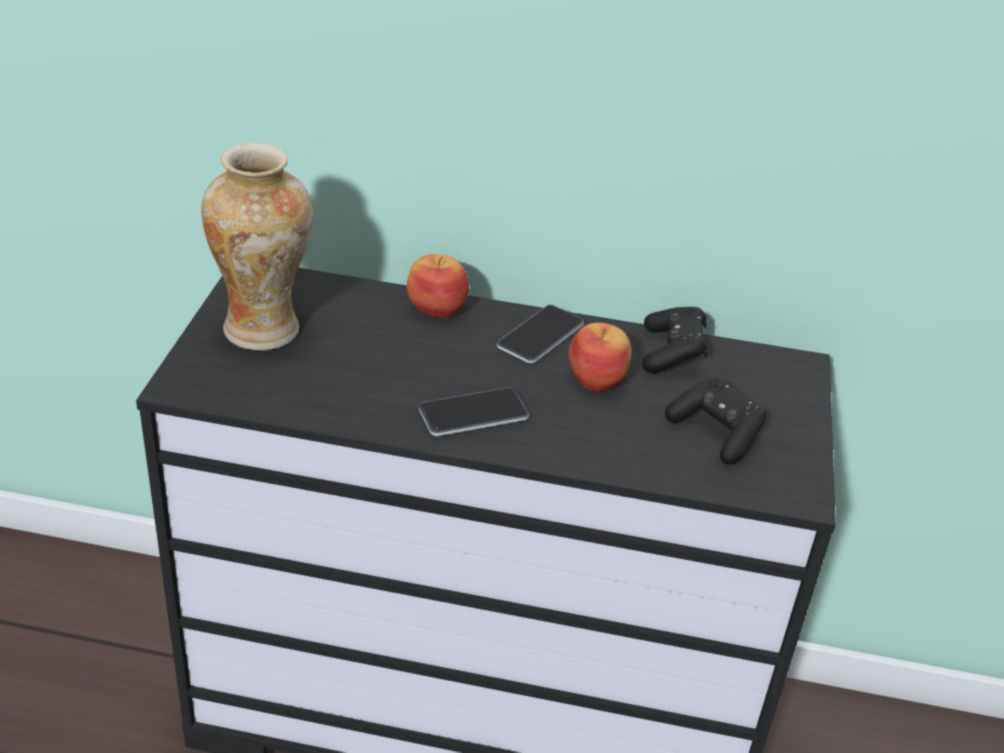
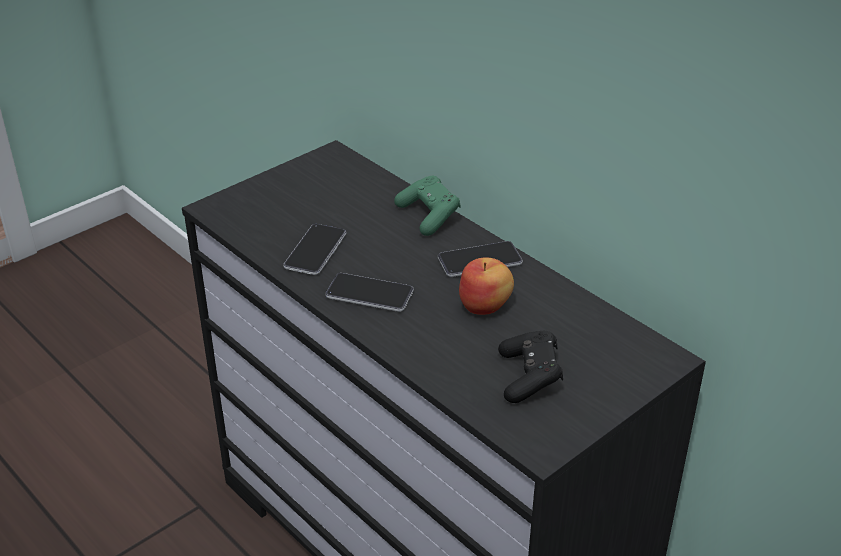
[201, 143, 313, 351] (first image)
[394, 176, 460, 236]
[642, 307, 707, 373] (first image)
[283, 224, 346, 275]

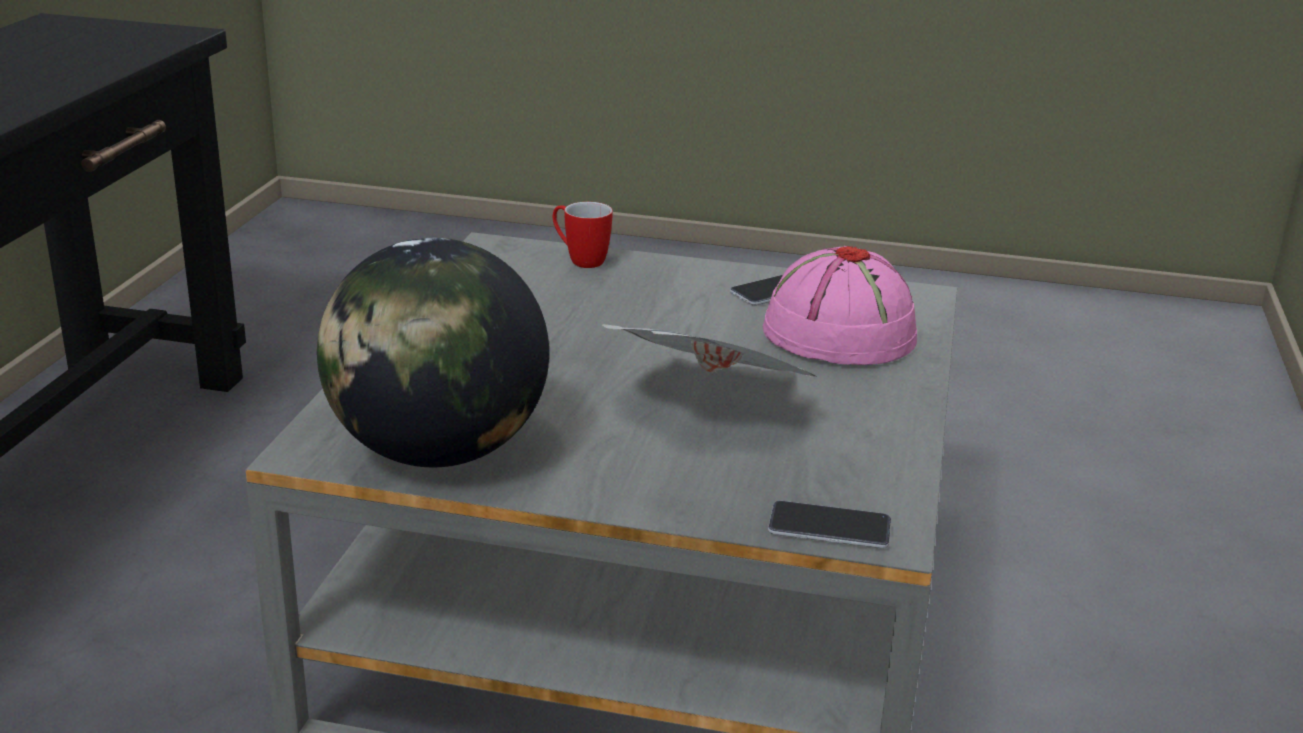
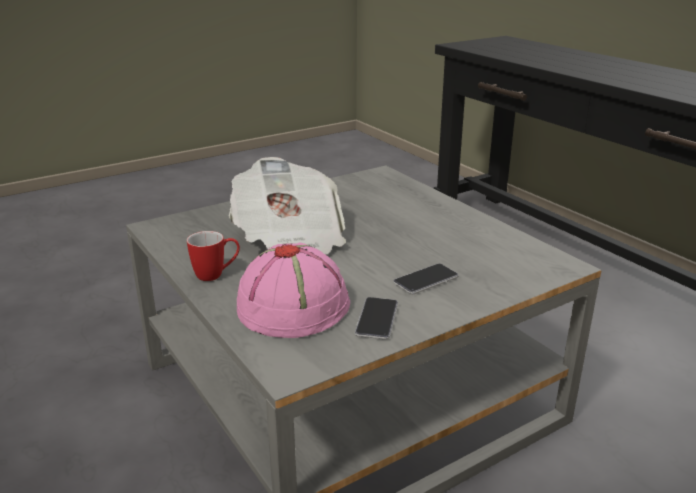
[317, 238, 549, 468] (first image)
[187, 231, 240, 281]
[393, 264, 458, 294]

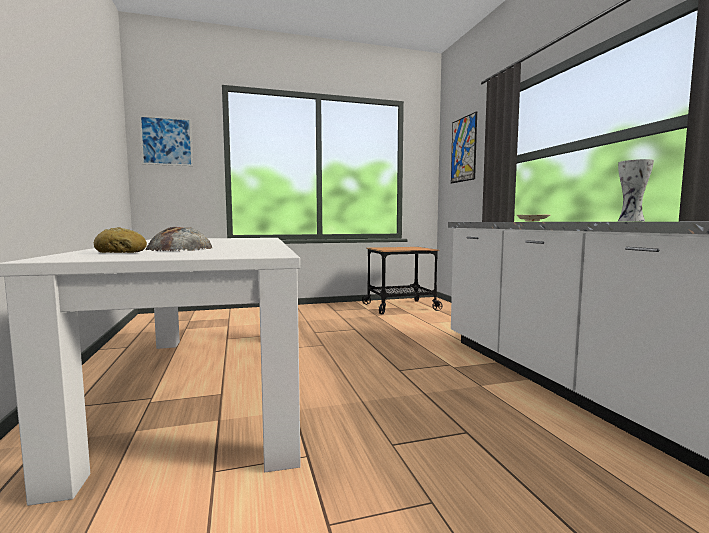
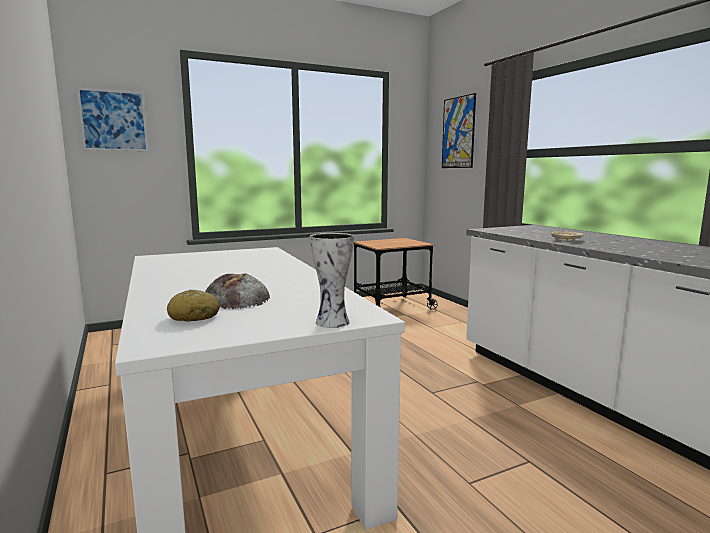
[310, 233, 354, 328]

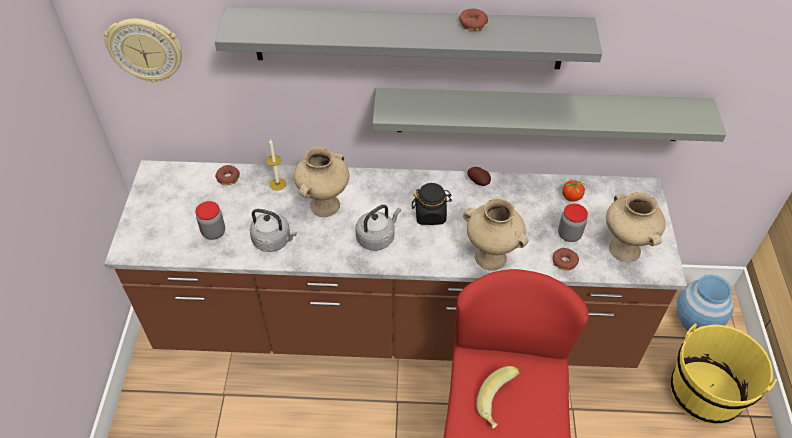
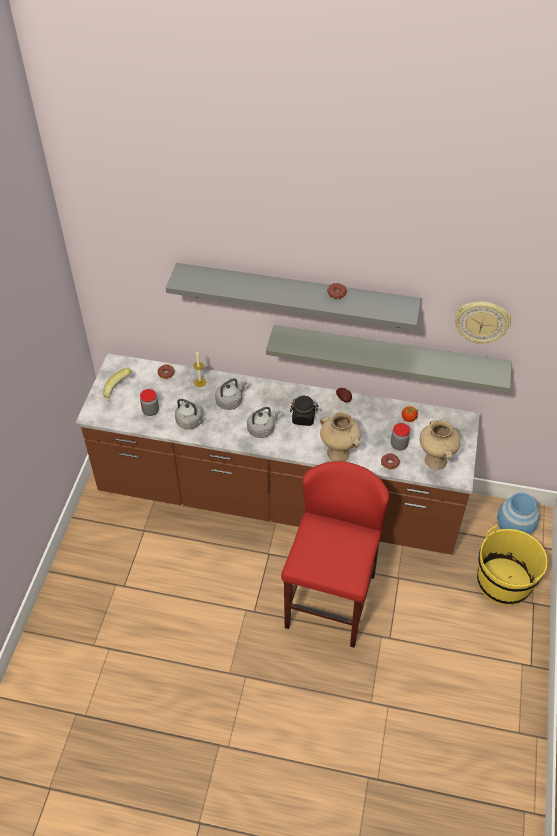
[455, 302, 511, 344]
[215, 378, 247, 410]
[103, 368, 132, 401]

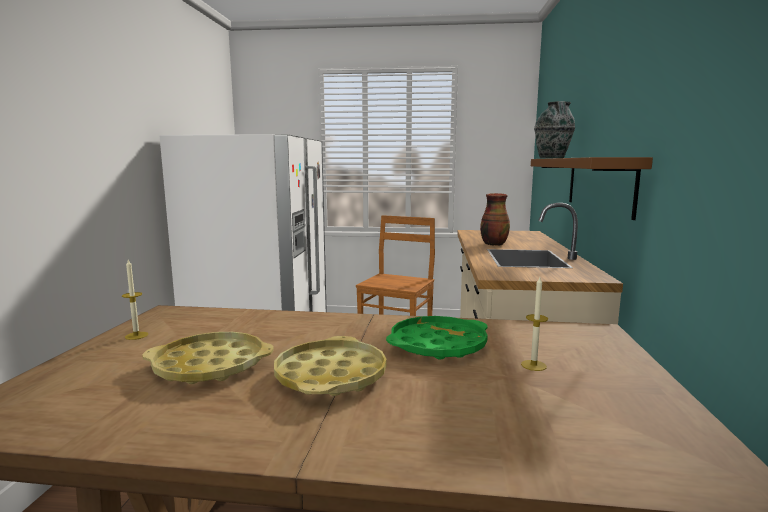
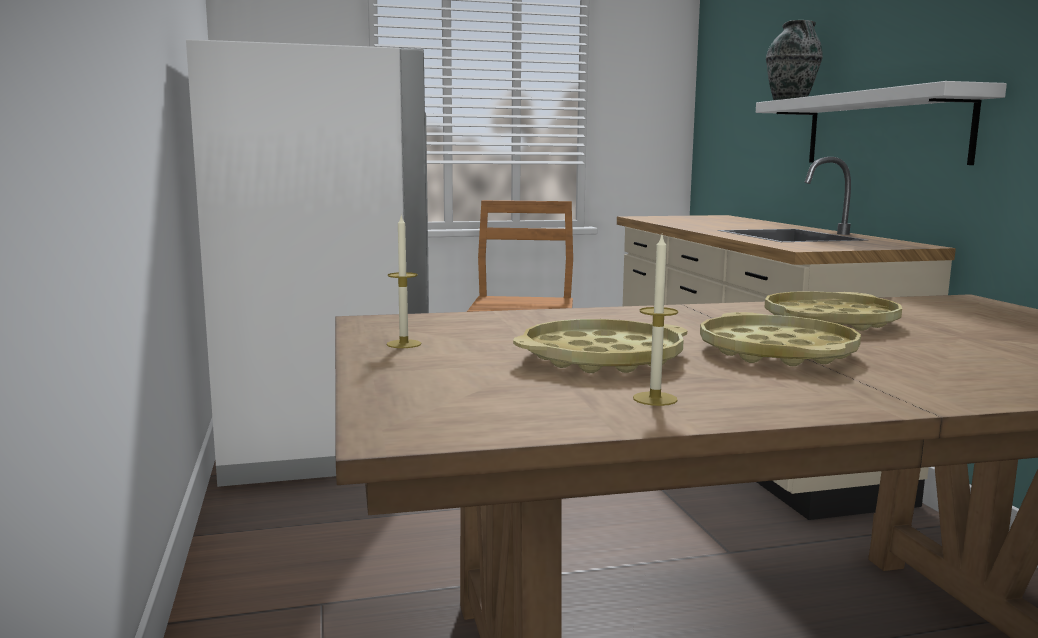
[765, 291, 902, 331]
[480, 193, 510, 246] (first image)
[633, 235, 678, 406]
[756, 81, 1007, 165]

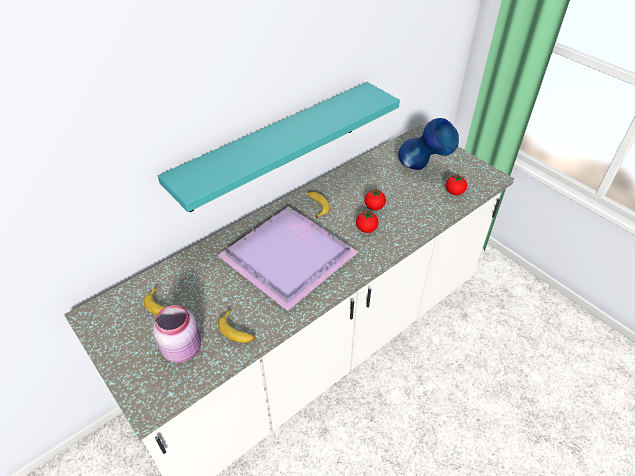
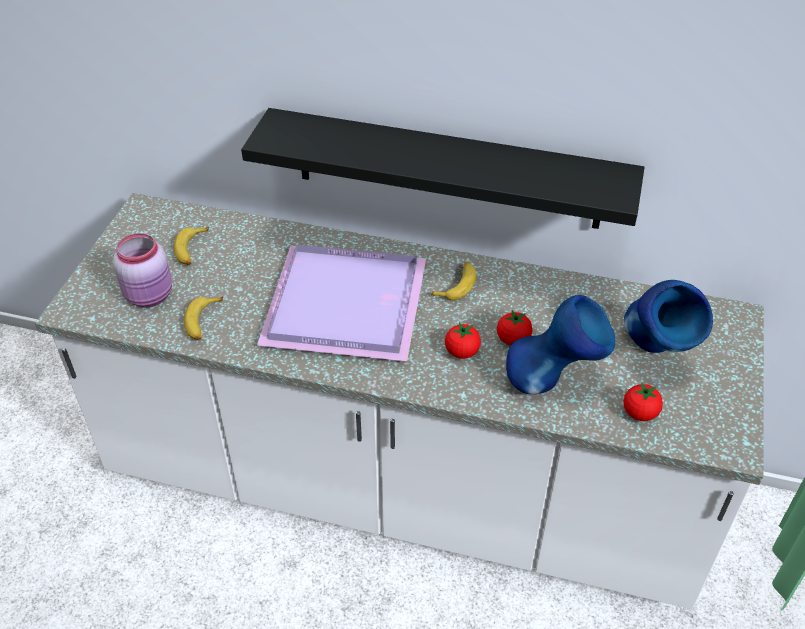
[241, 108, 645, 229]
[506, 295, 616, 394]

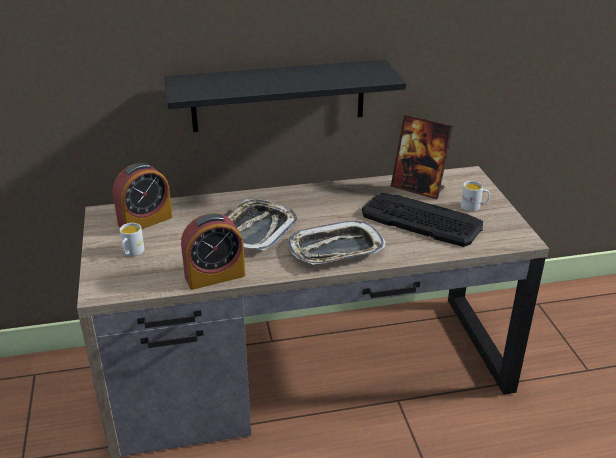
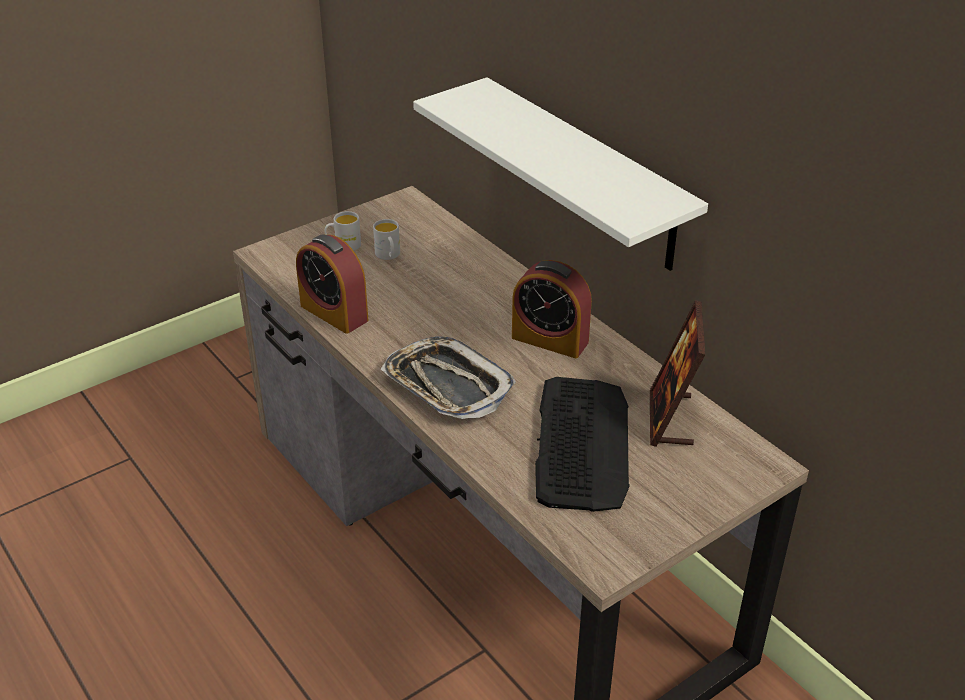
[512, 260, 592, 358]
[413, 77, 708, 271]
[227, 199, 297, 251] (first image)
[373, 219, 400, 260]

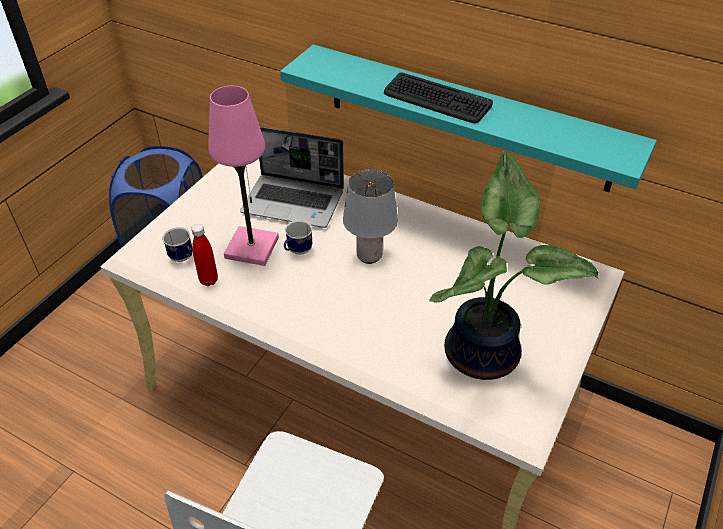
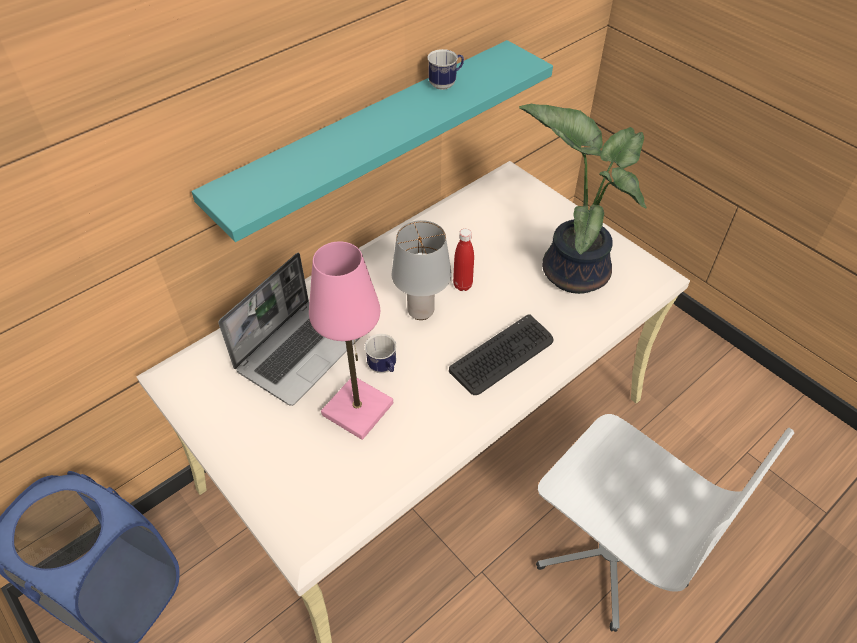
[428, 49, 464, 90]
[453, 229, 474, 291]
[449, 314, 554, 395]

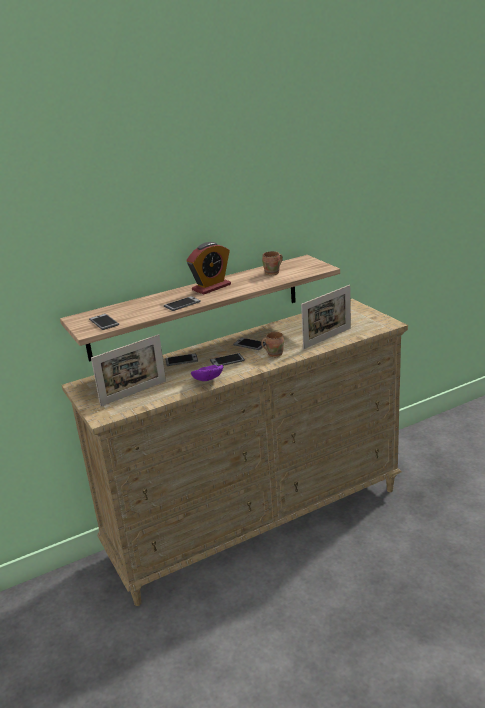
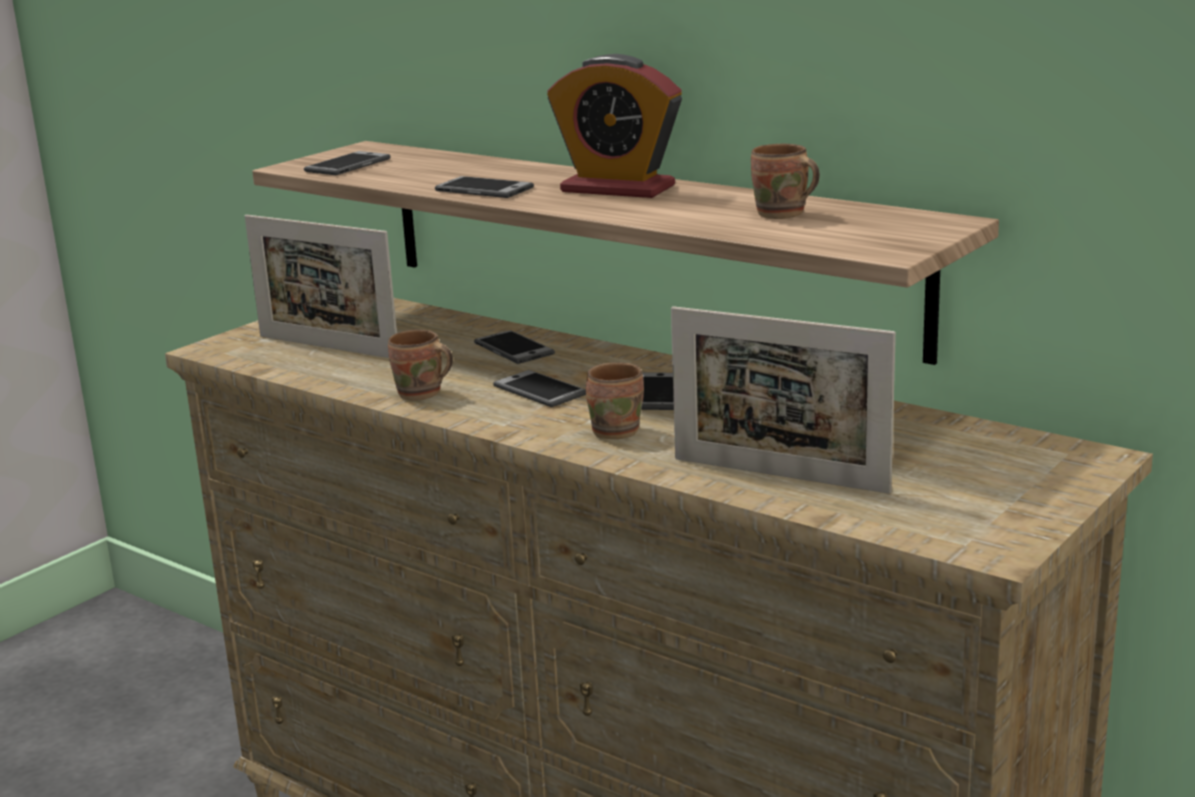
[388, 329, 453, 401]

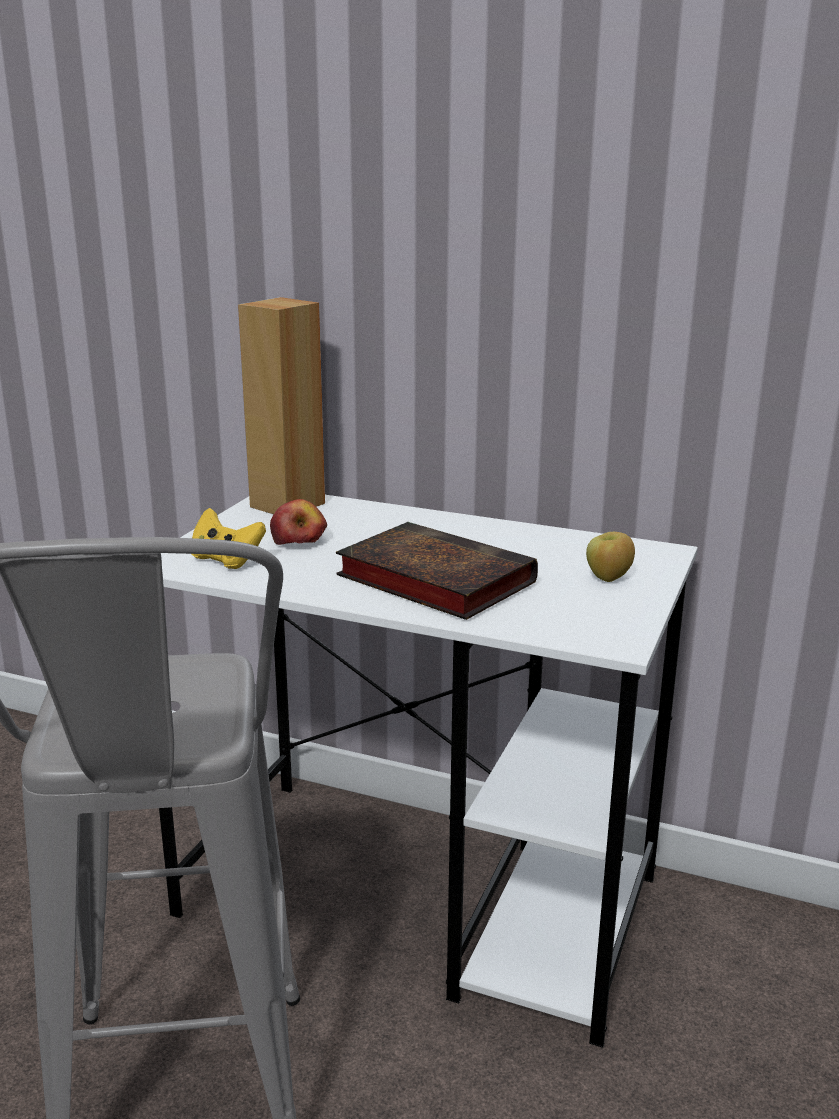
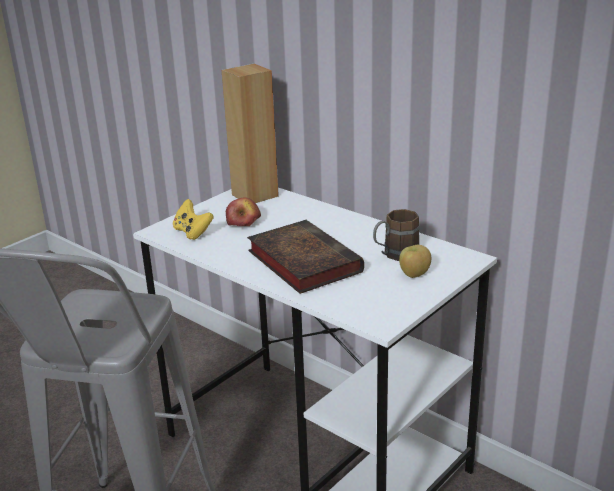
[373, 209, 420, 261]

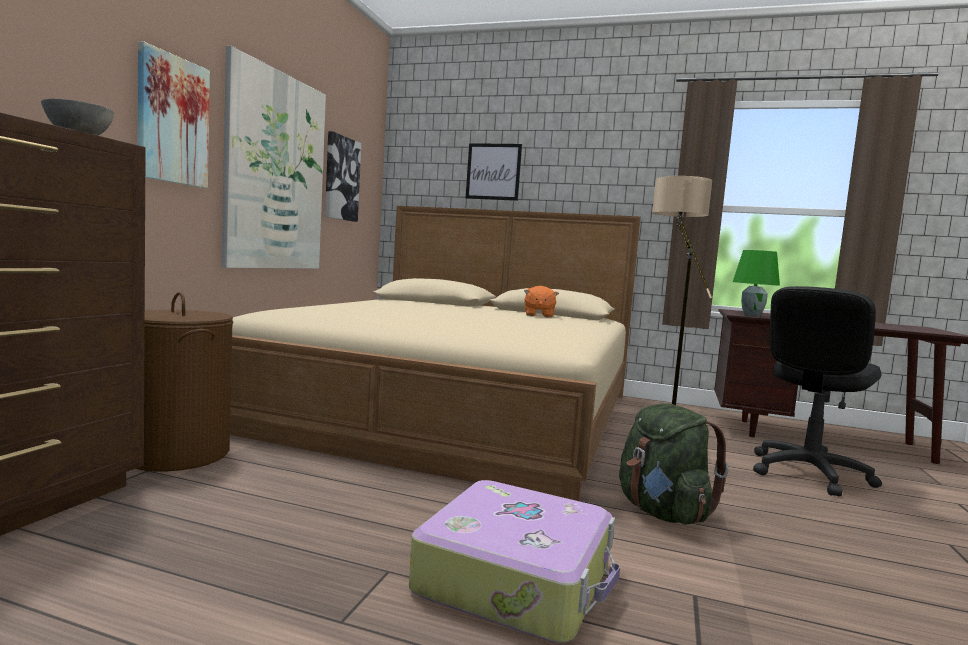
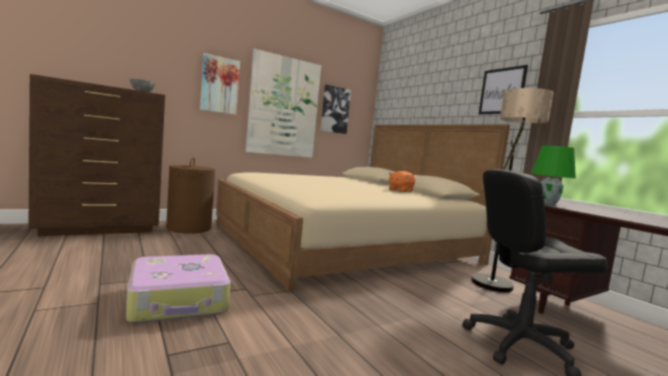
[479, 65, 528, 114]
[619, 403, 729, 525] (first image)

